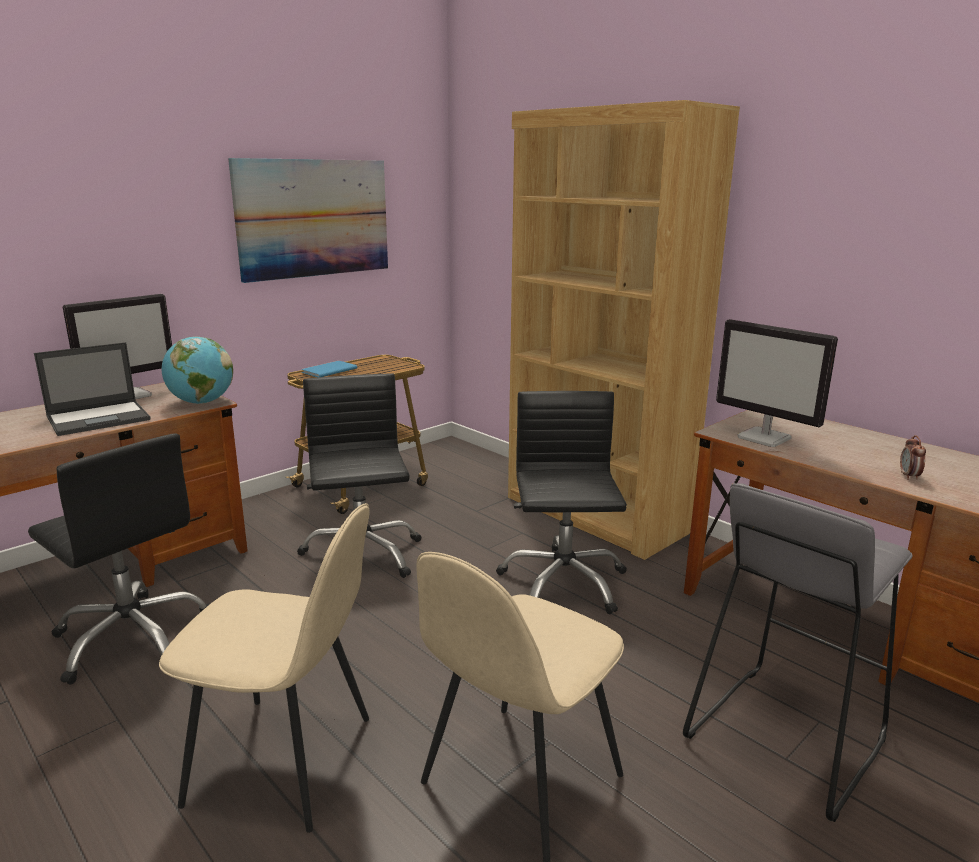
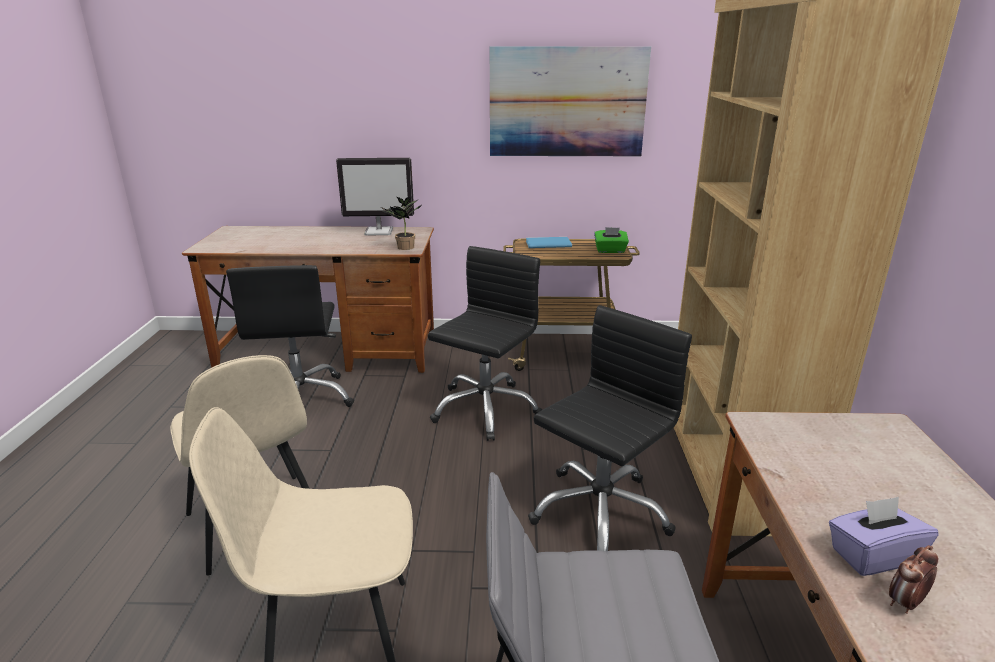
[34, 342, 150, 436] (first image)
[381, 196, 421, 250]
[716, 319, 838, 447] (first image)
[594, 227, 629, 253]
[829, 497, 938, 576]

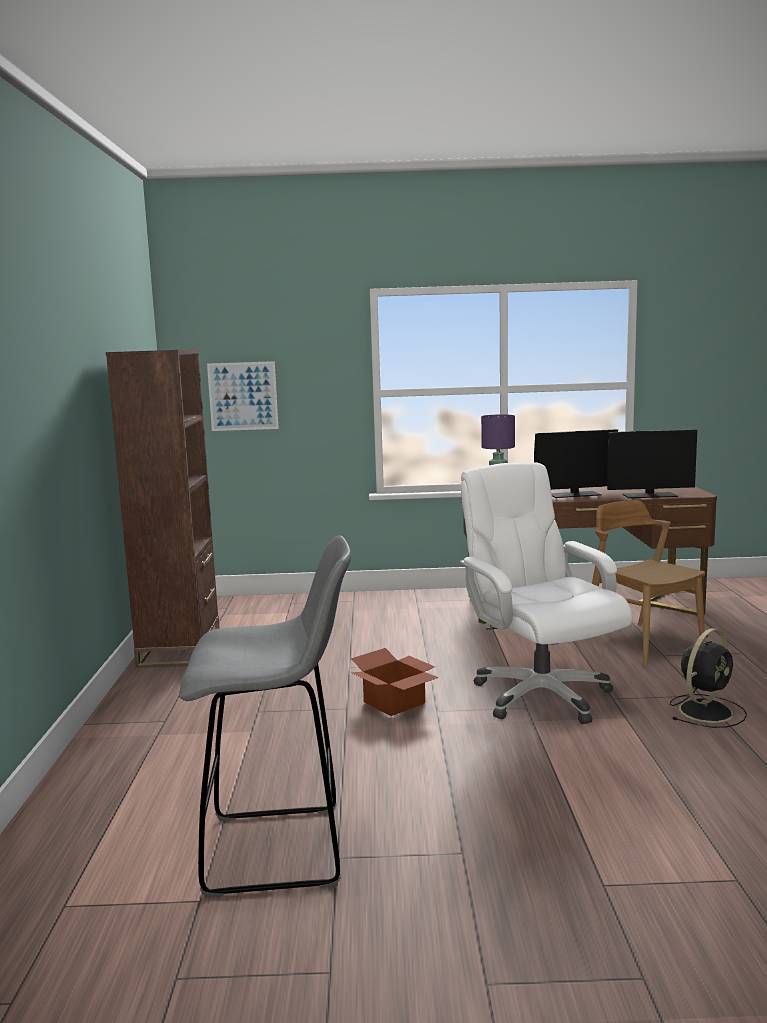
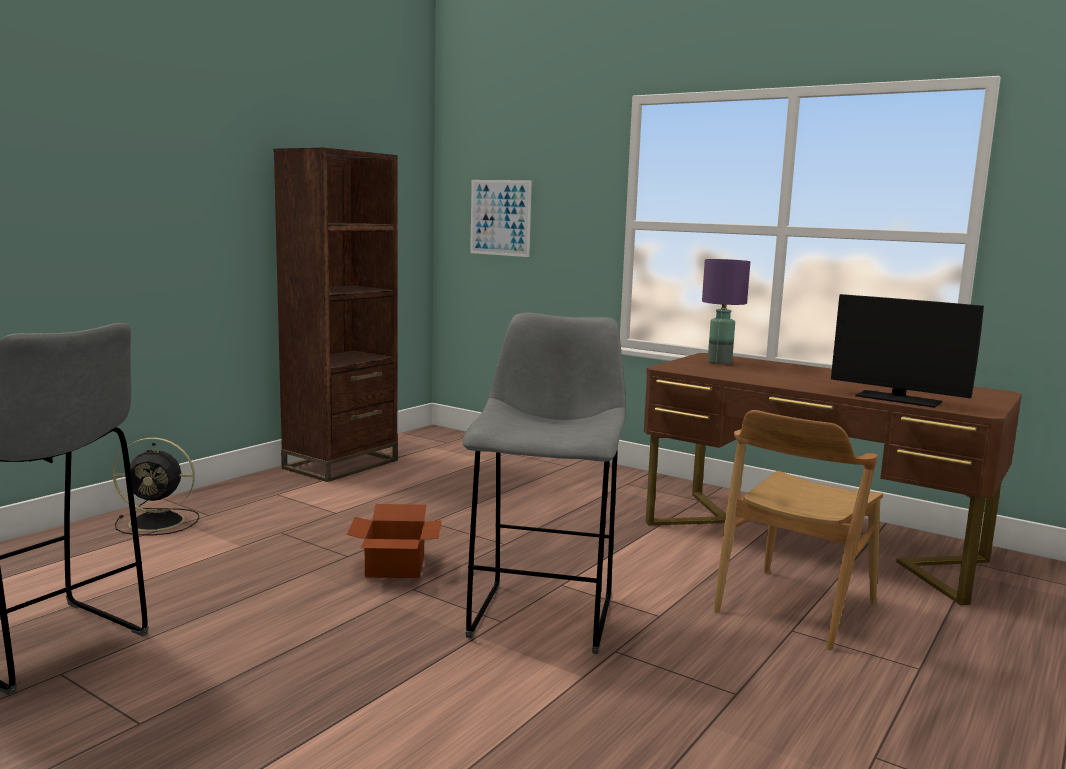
[462, 313, 626, 654]
[534, 429, 618, 498] (first image)
[714, 410, 883, 650]
[113, 438, 199, 535]

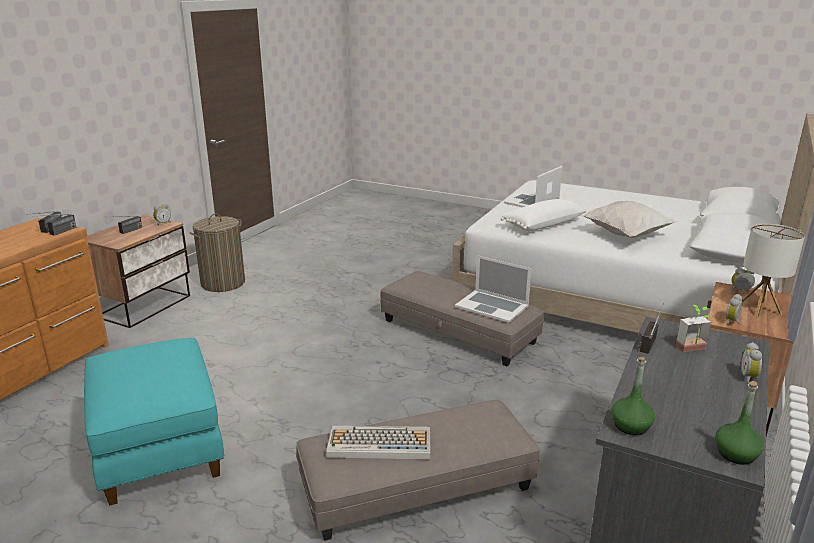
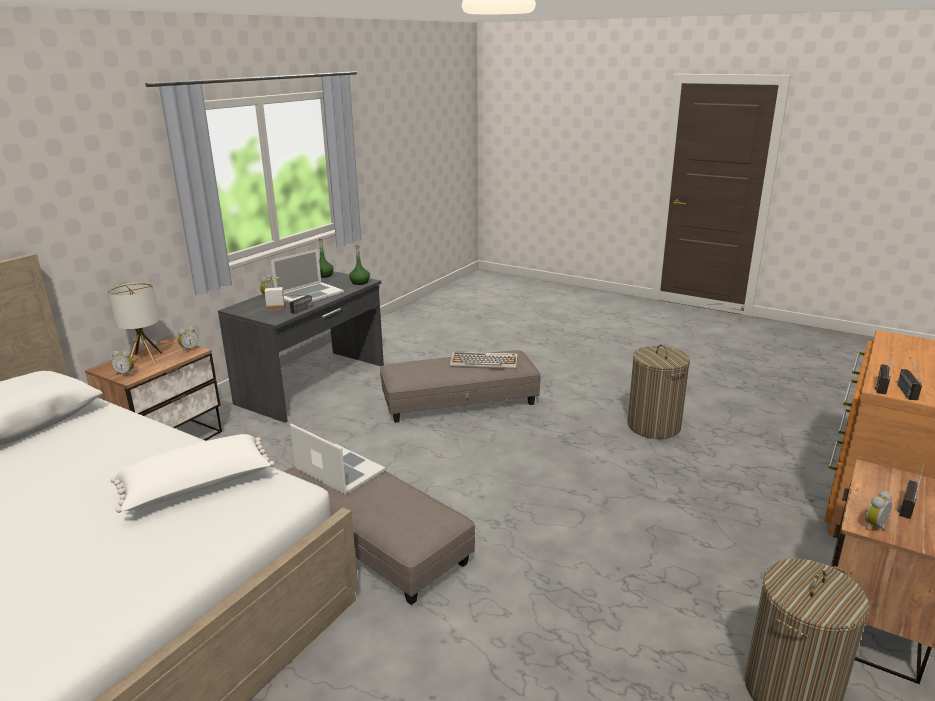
[627, 344, 690, 439]
[271, 249, 344, 303]
[582, 201, 677, 238] (first image)

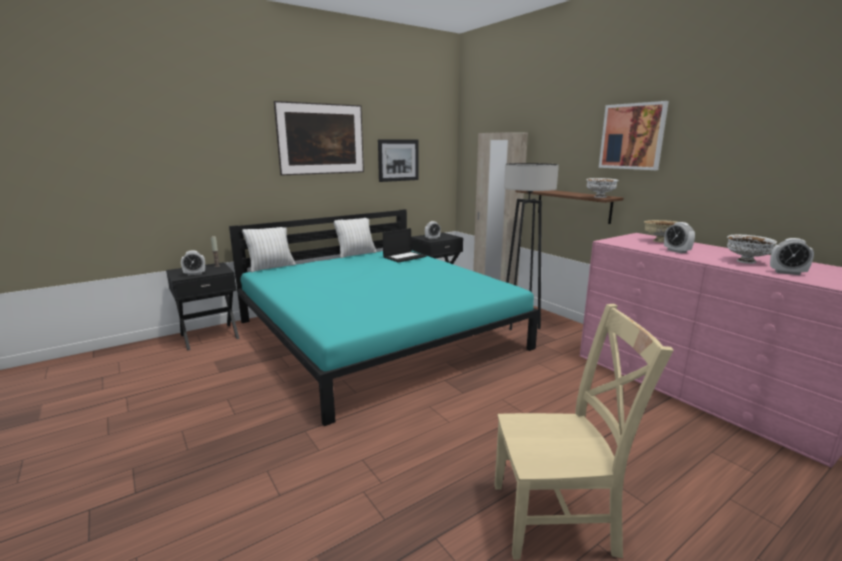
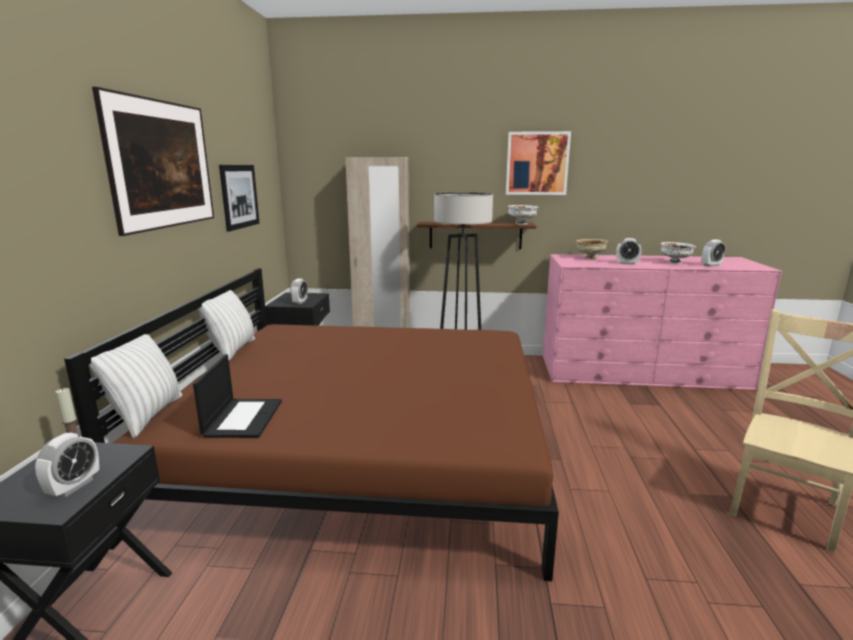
[64, 268, 559, 581]
[193, 354, 282, 438]

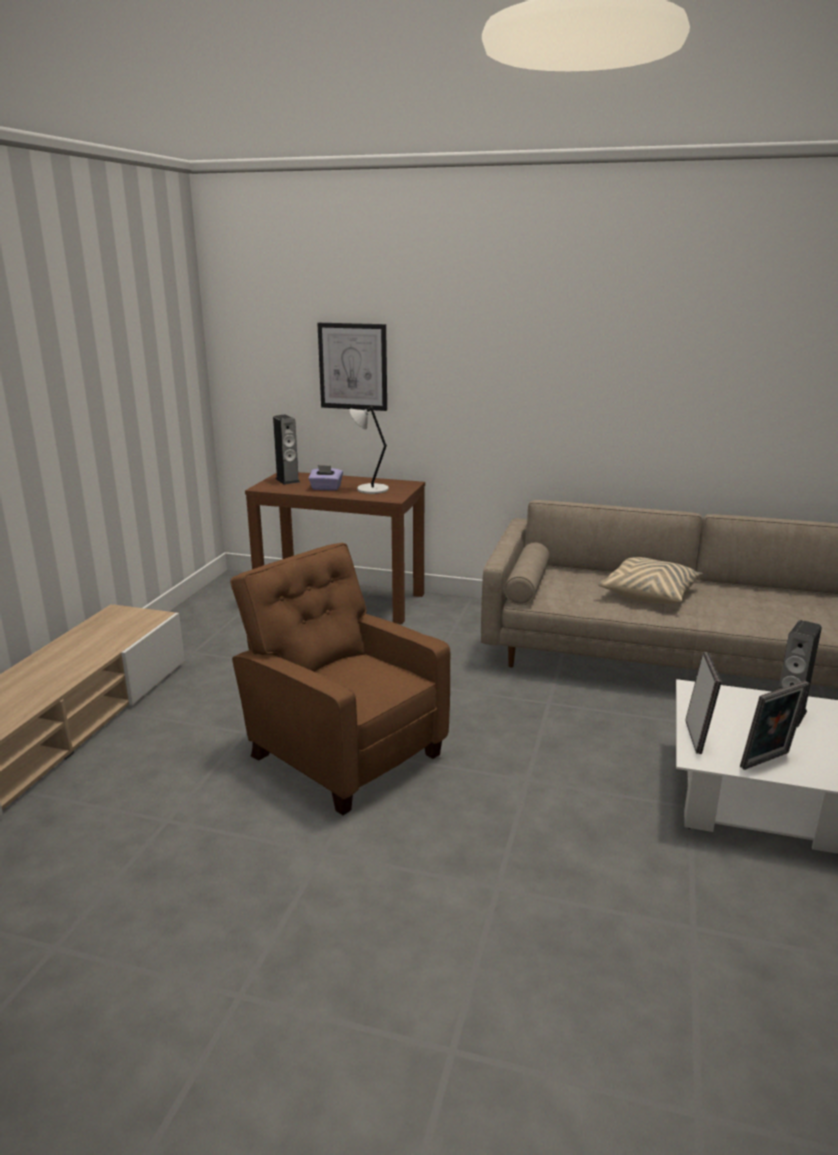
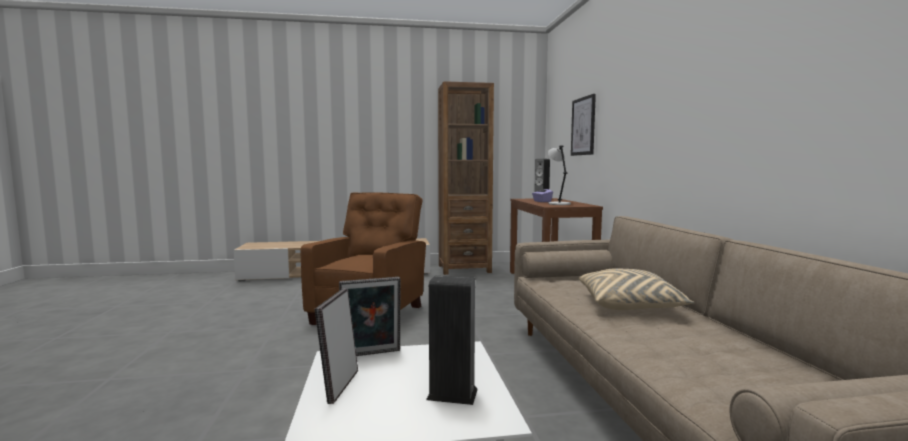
[315, 288, 358, 404]
[438, 81, 494, 275]

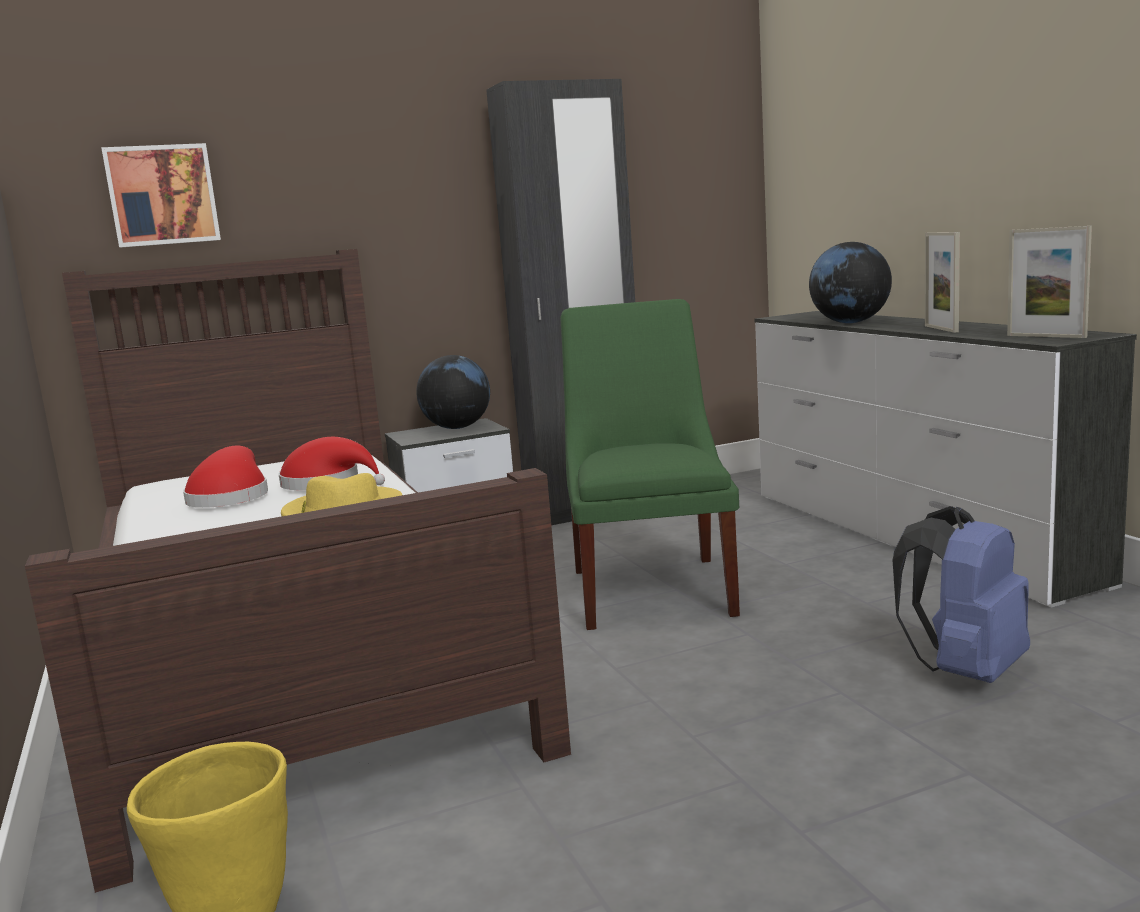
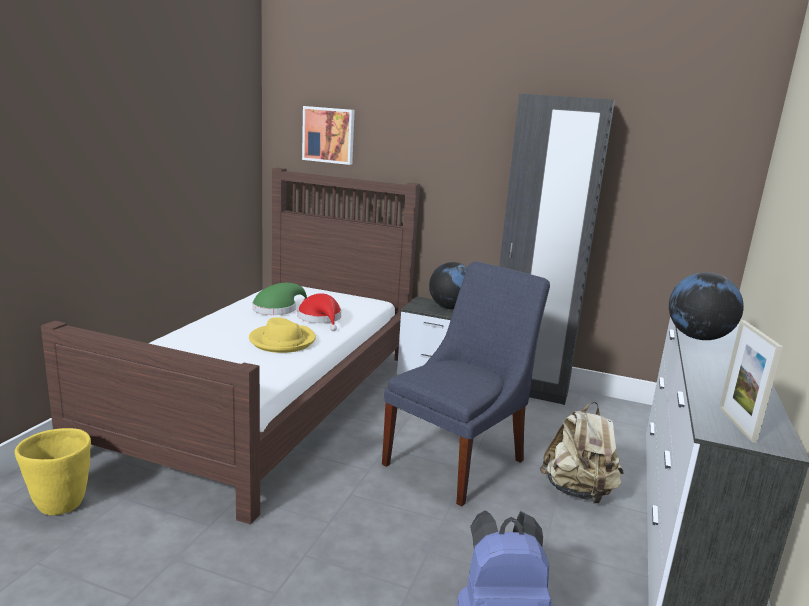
[252, 283, 307, 315]
[382, 261, 550, 507]
[925, 232, 960, 333] (first image)
[540, 402, 624, 504]

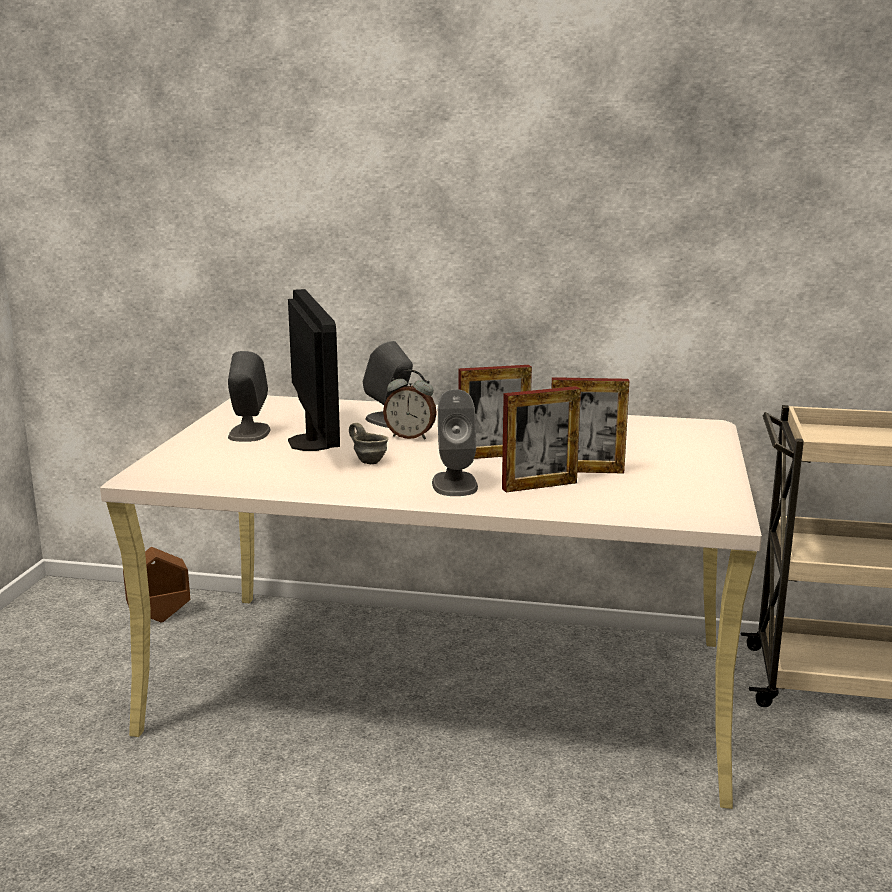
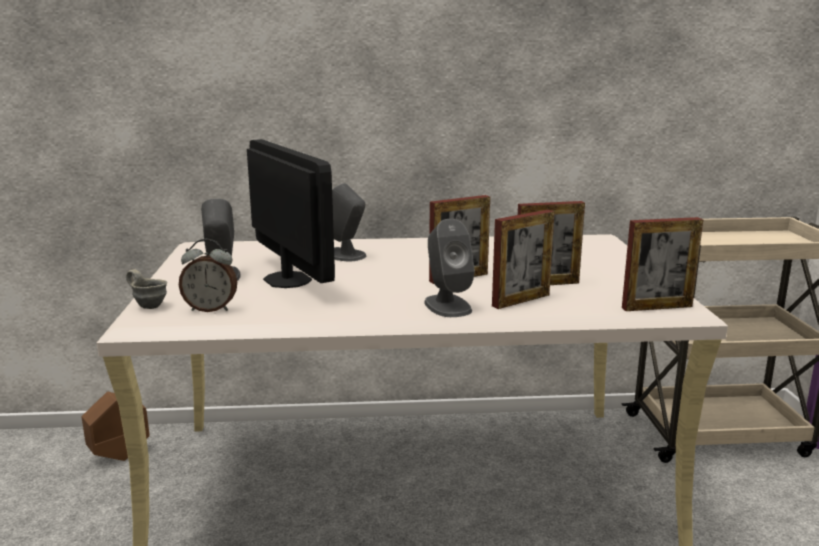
[126, 269, 167, 309]
[179, 239, 237, 312]
[622, 217, 703, 311]

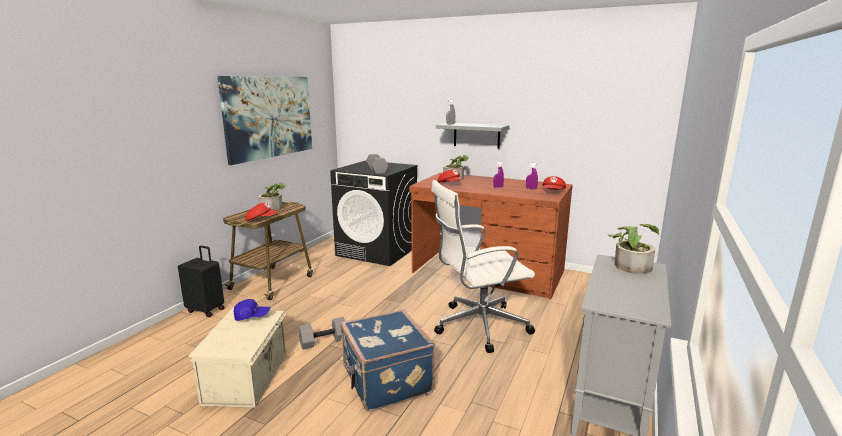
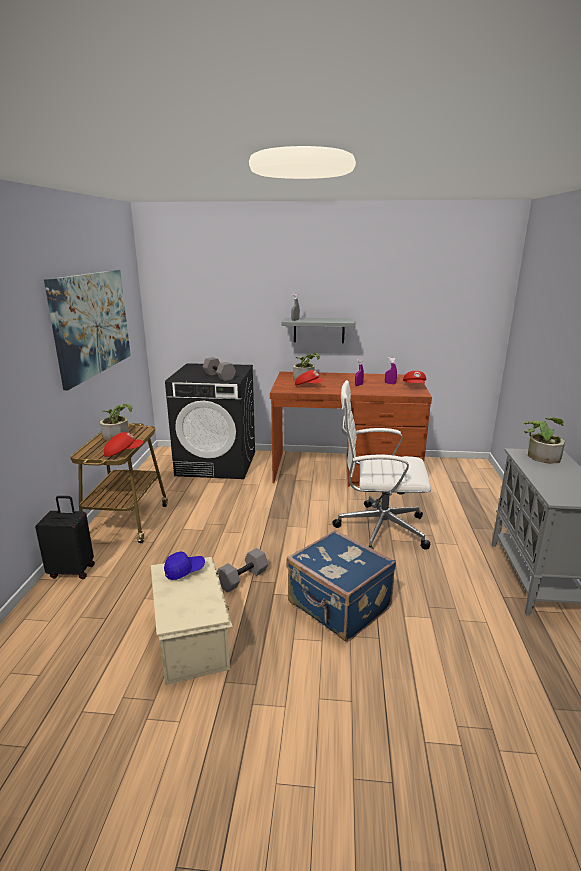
[332, 380, 431, 550]

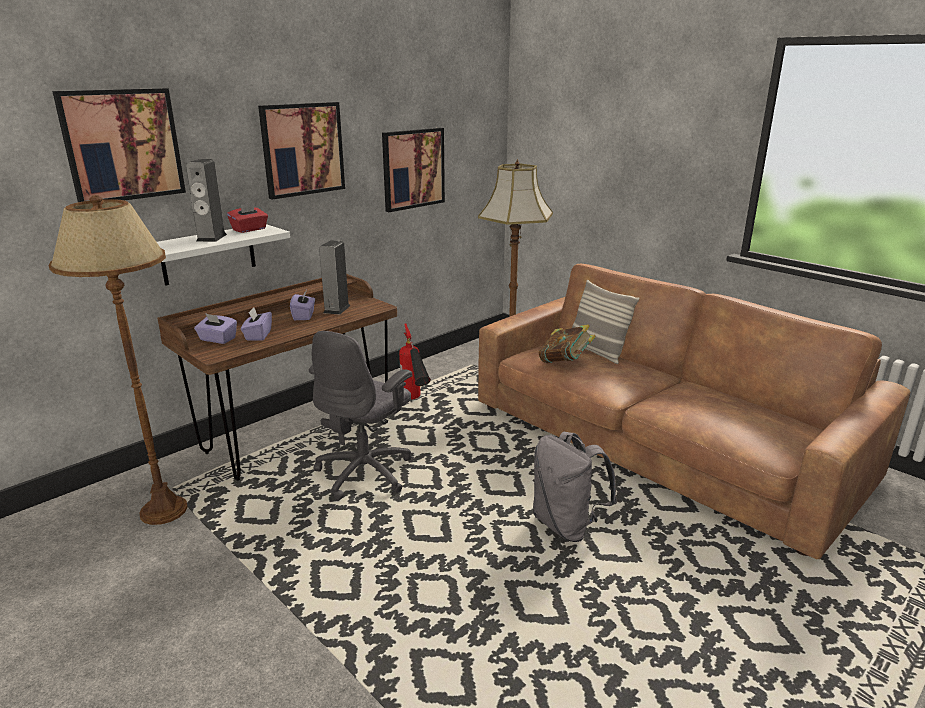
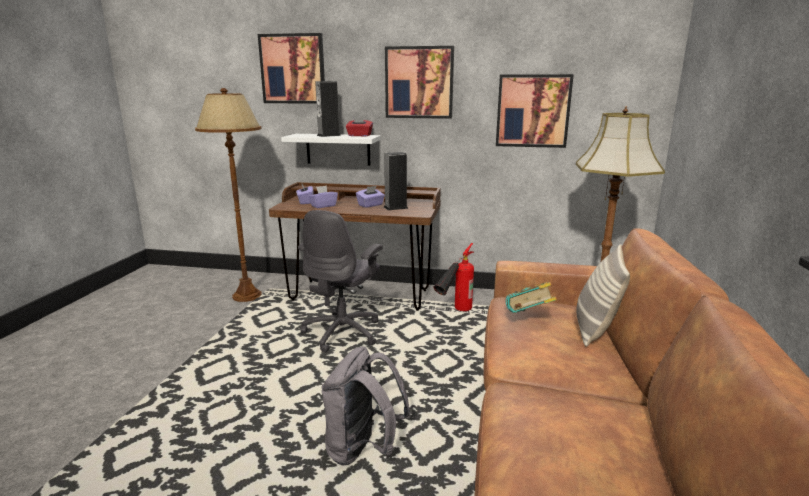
[298, 210, 383, 353]

